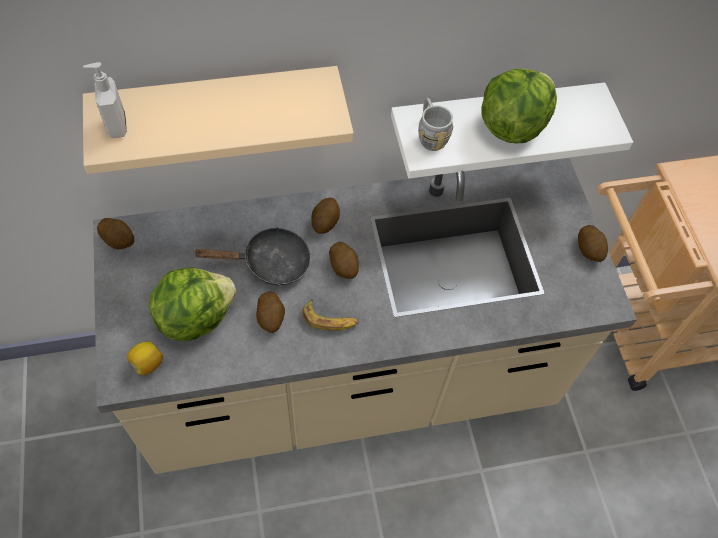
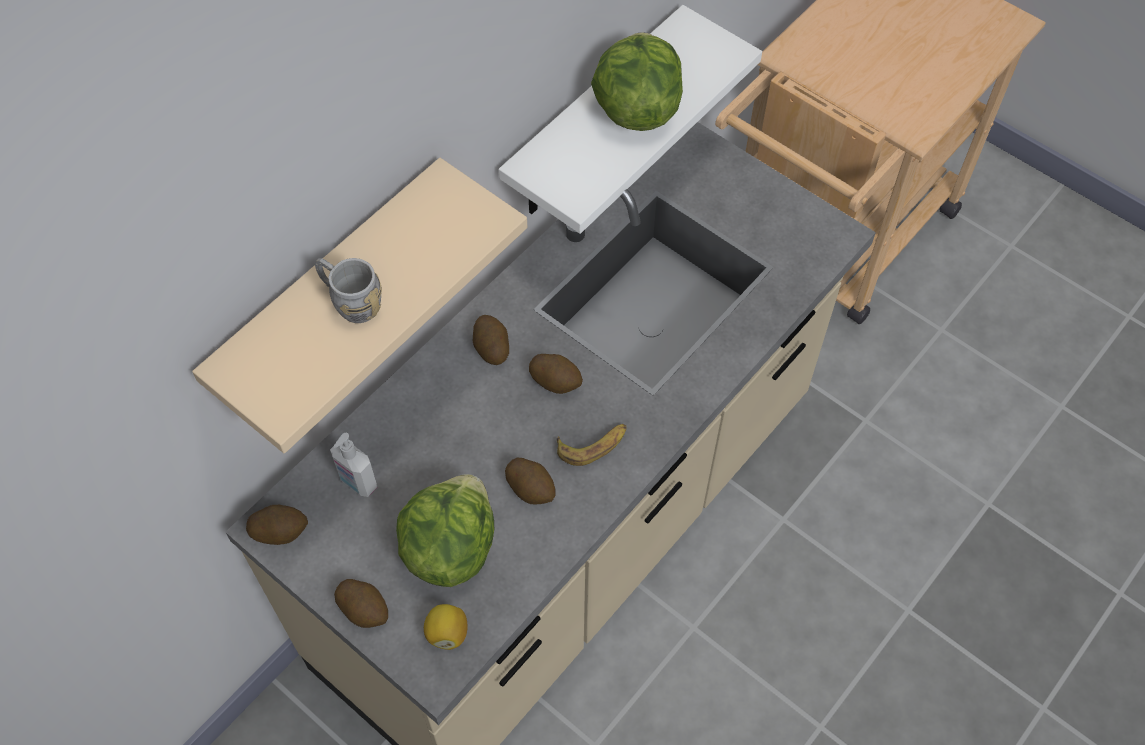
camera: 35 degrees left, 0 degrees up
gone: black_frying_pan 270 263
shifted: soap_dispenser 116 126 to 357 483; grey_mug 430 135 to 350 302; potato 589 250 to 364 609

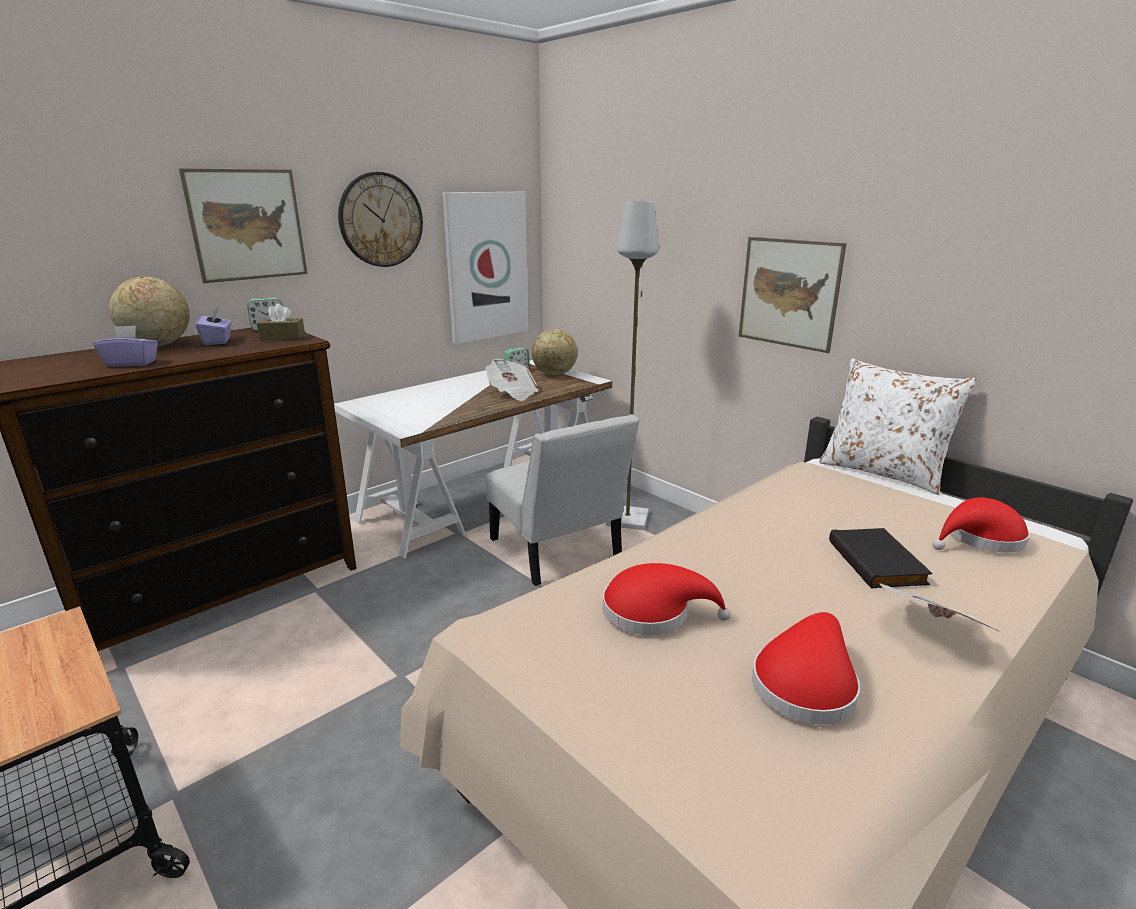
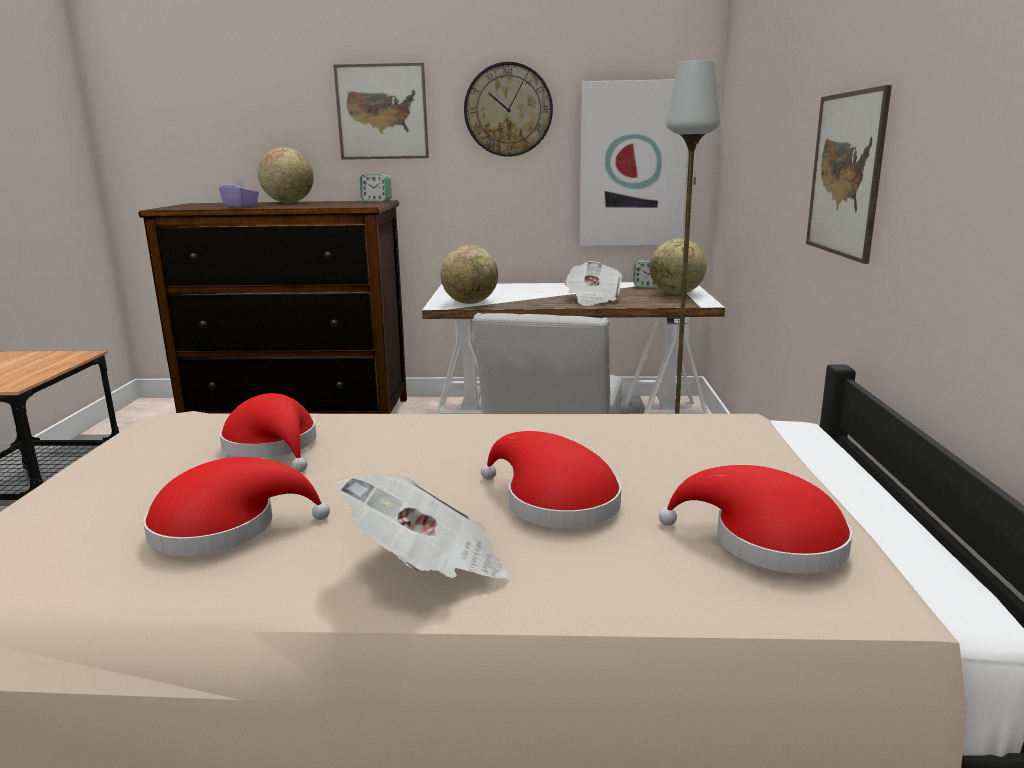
camera: 45 degrees right, 5 degrees down
gone: purple_tissue_box 218 341; brown_tissue_box 282 337; white_pillow 883 472
new: globe 470 303
swapped: black_book 878 562 to red_hat 554 502

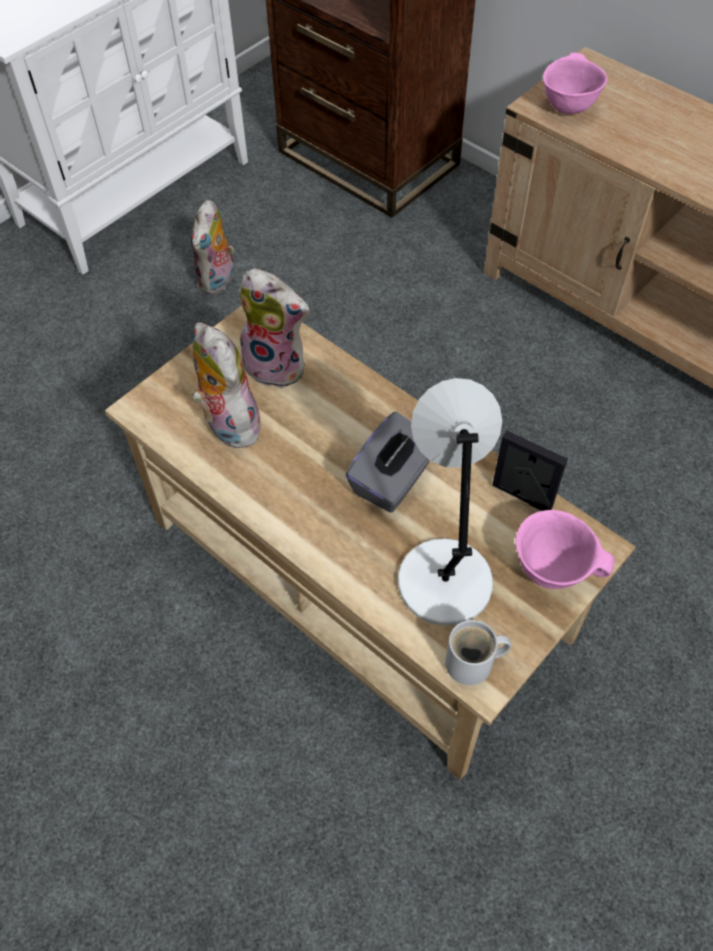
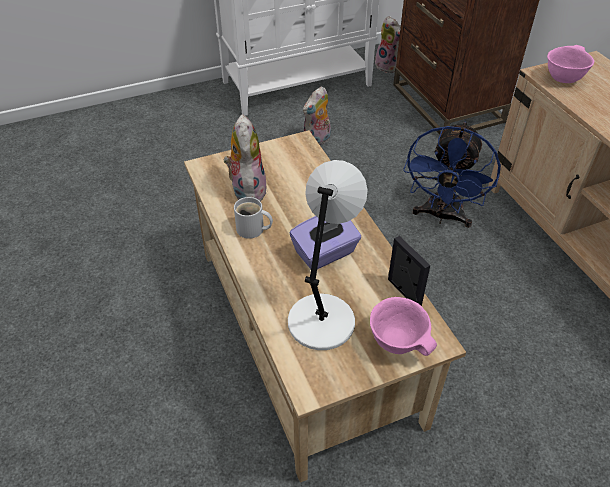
camera: 25 degrees right, 10 degrees down
new: blue_fan 442 216
shifted: plush_toy 278 365 to 388 66; white_mug 473 663 to 252 230
repainted: grey_tissue_box 392 480 to purple_tissue_box 325 253

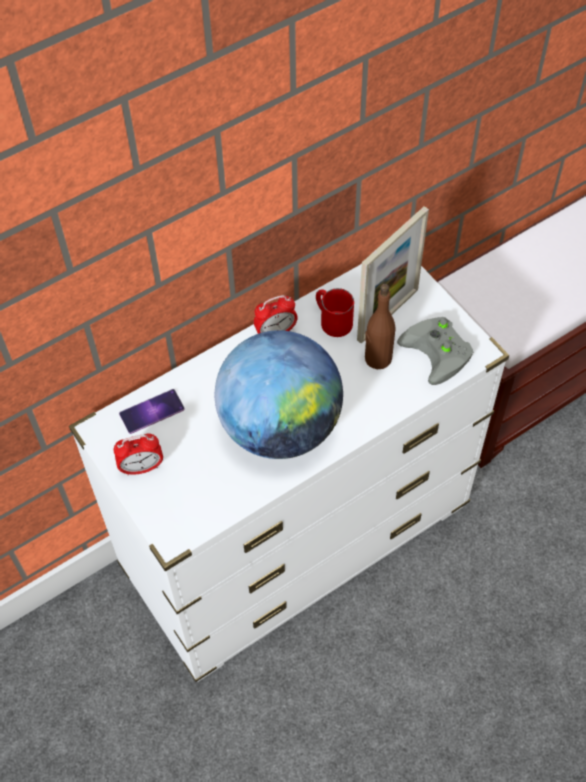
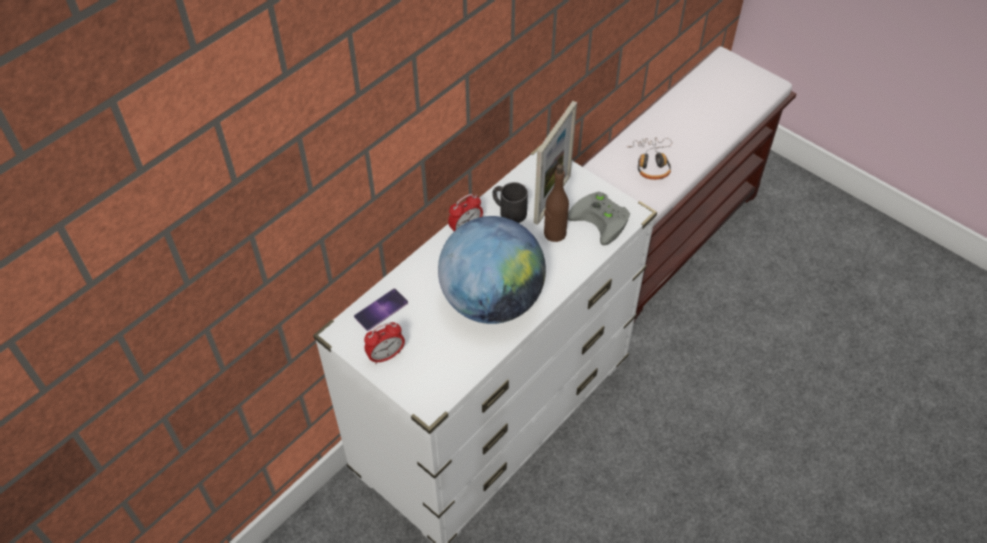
camera: 15 degrees left, 5 degrees down
new: headphones 651 162
repainted: red_mug 332 319 to black_mug 508 211

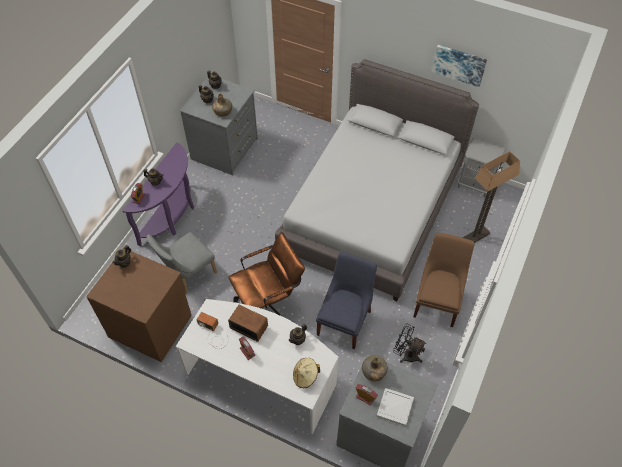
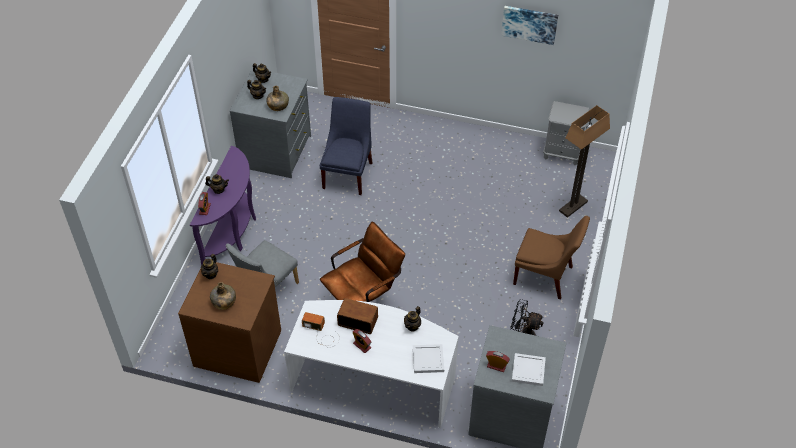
camera: 10 degrees left, 5 degrees down
gone: grey_bed 372 210
shifted: blue_chair 345 320 to 348 173; green_bottle 373 372 to 223 302
swapped: beige_hat 305 376 to white_tray 428 360
rotated: brown_chair 438 300 = 545 277 105 degrees clockwise

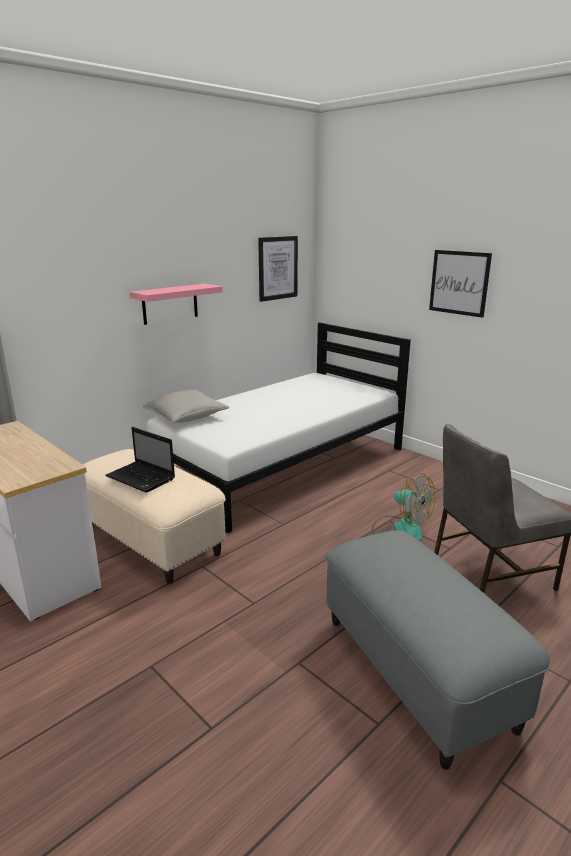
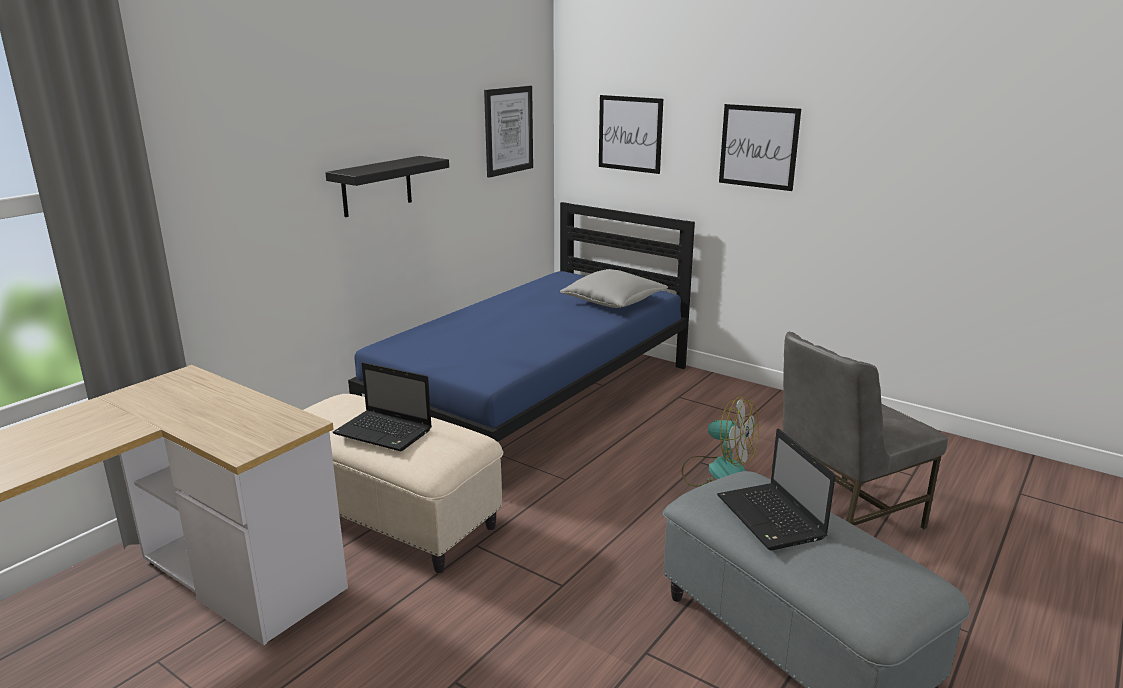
camera: 10 degrees left, 0 degrees up
new: picture 630 134; laptop 772 518
shifted: grey_pillow 186 417 to 614 302
repainted: pink_shelf 170 304 to black_shelf 377 186; white_bed 282 465 to blue_bed 536 400

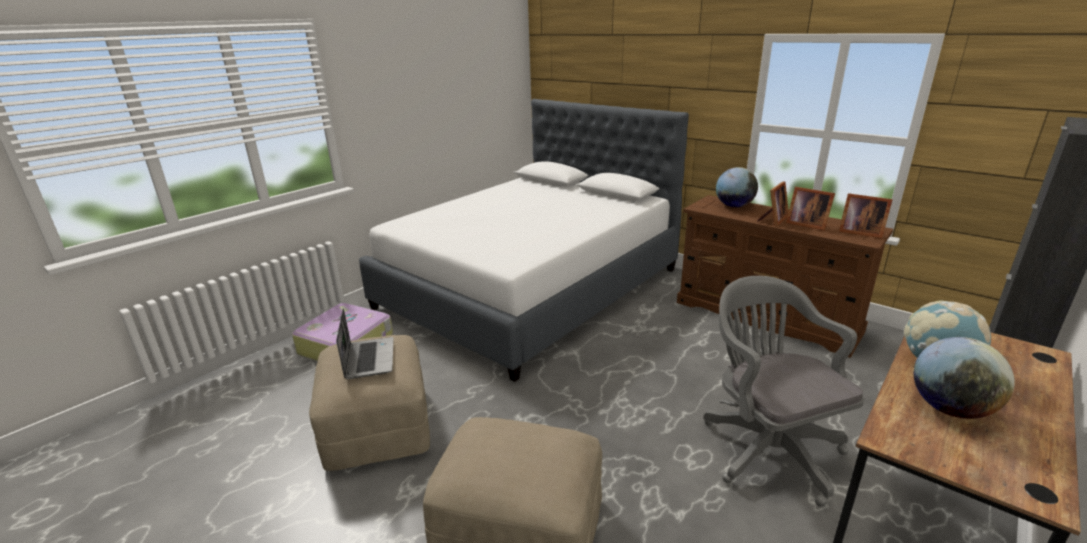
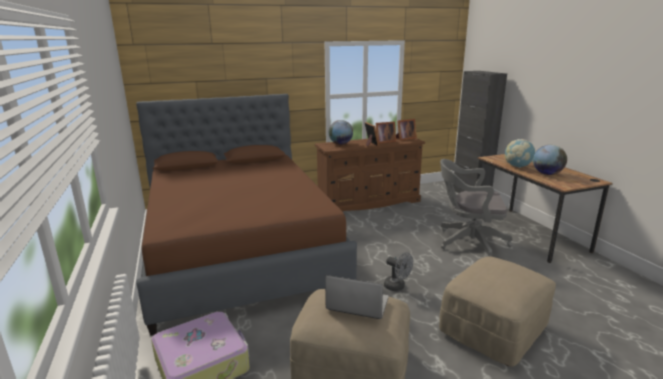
camera: 60 degrees left, 5 degrees down
new: grey_fan 397 287
repainted: white_bed 531 288 to brown_bed 240 250

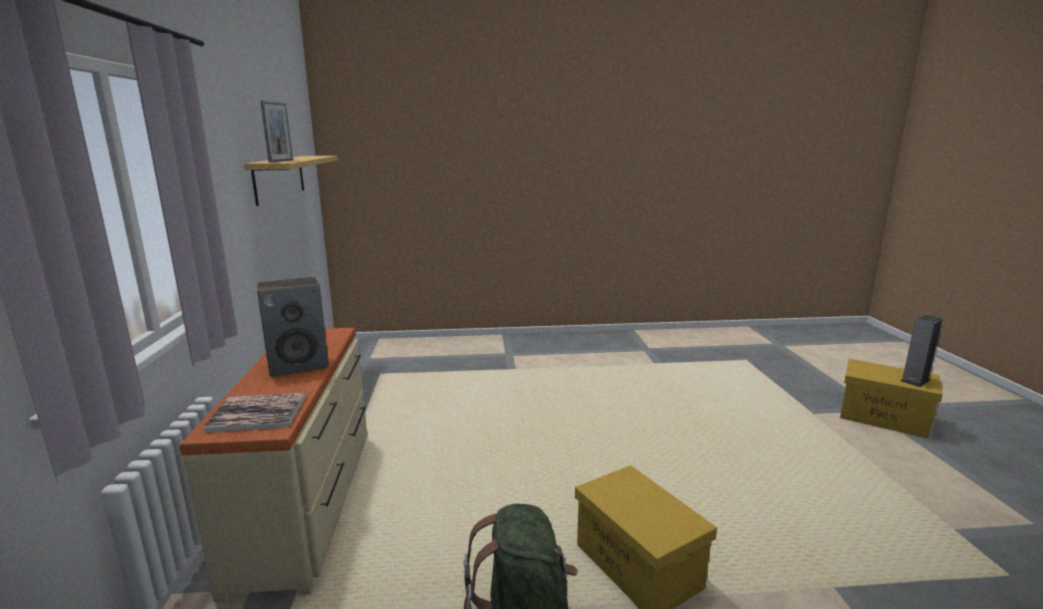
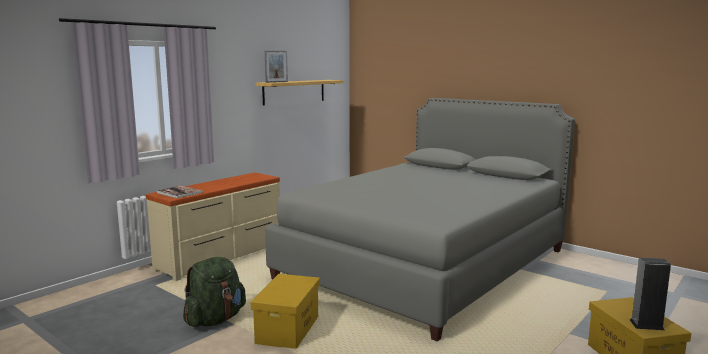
camera: 45 degrees right, 5 degrees down
gone: speaker 299 364
new: grey_bed 425 264

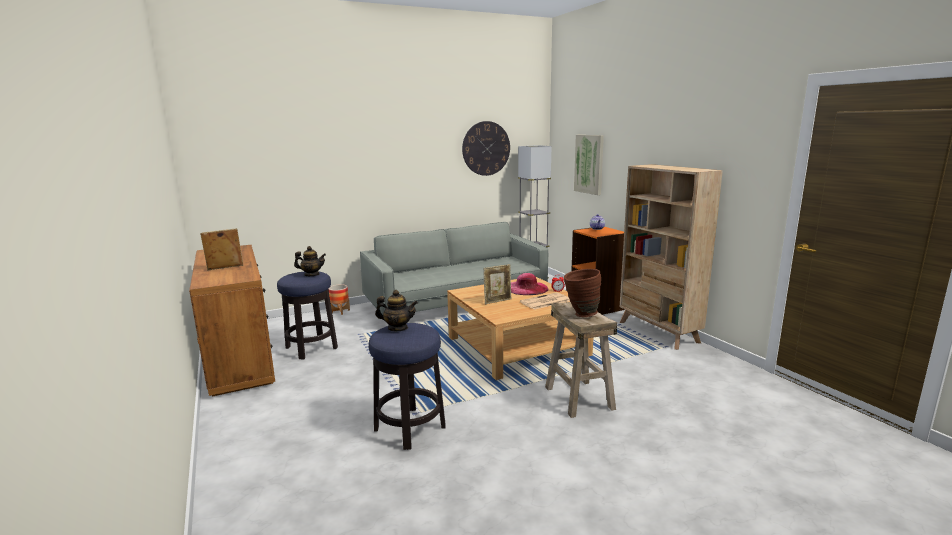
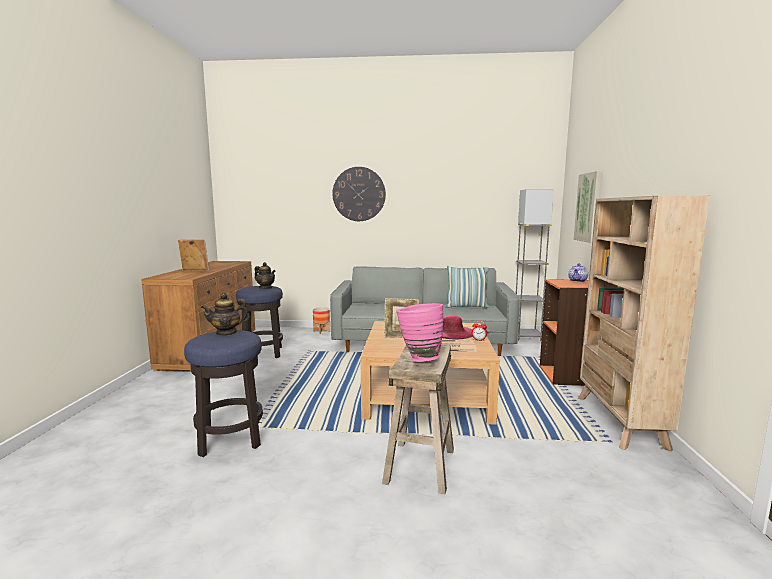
camera: 30 degrees right, 5 degrees down
new: pillow 466 306
shifted: wall_clock 486 148 to 359 194
repainted: brown_vase 580 314 to pink_vase 418 358
rotated: teapot 397 328 = 226 333 120 degrees clockwise

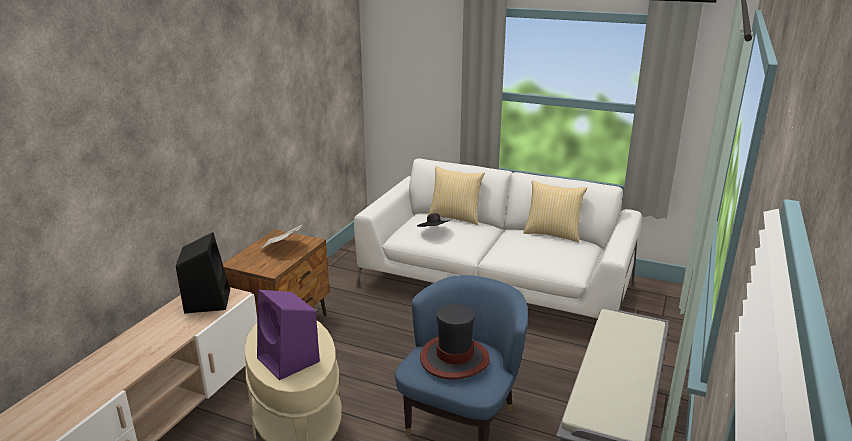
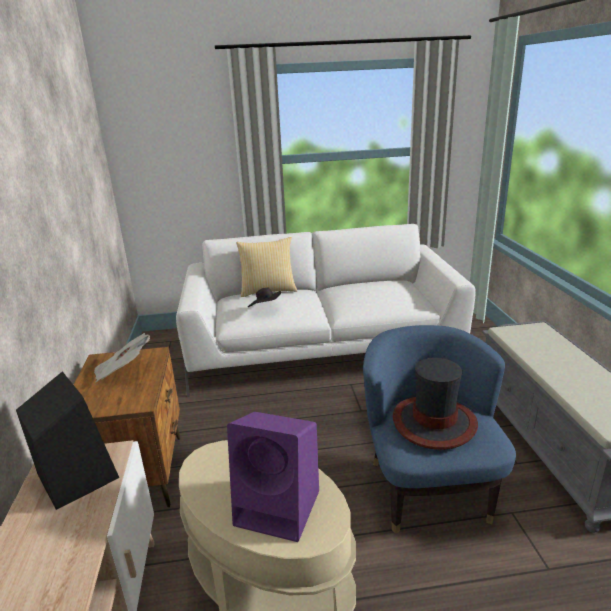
camera: 30 degrees left, 0 degrees up
gone: pillow 552 234

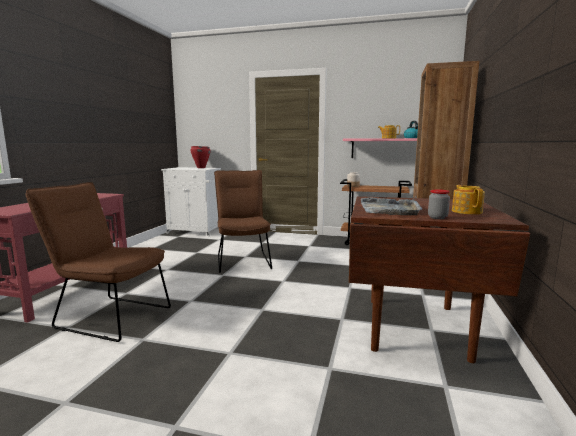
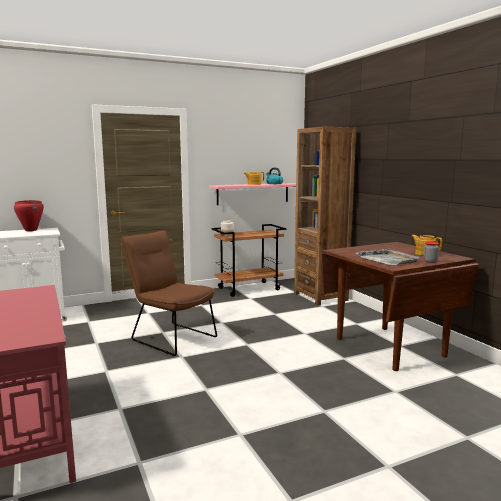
camera: 40 degrees left, 0 degrees up
gone: brown_chair 108 316

